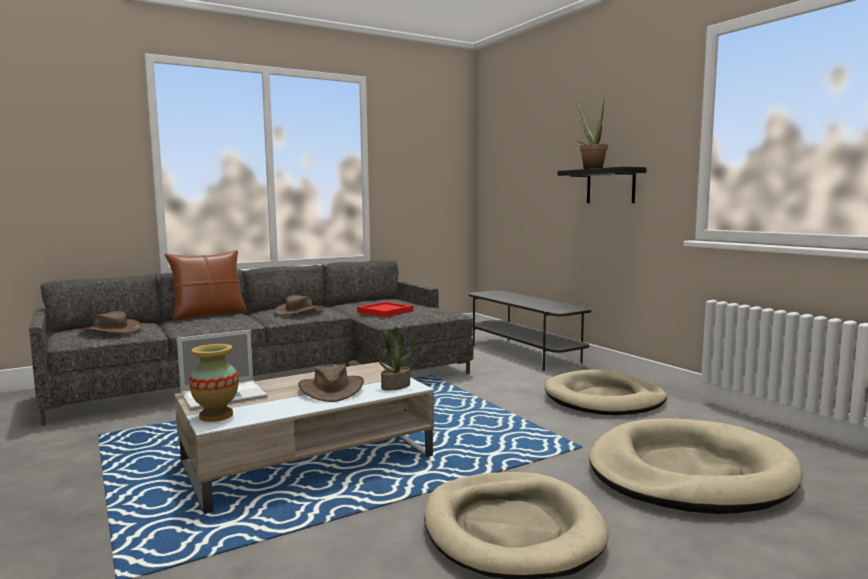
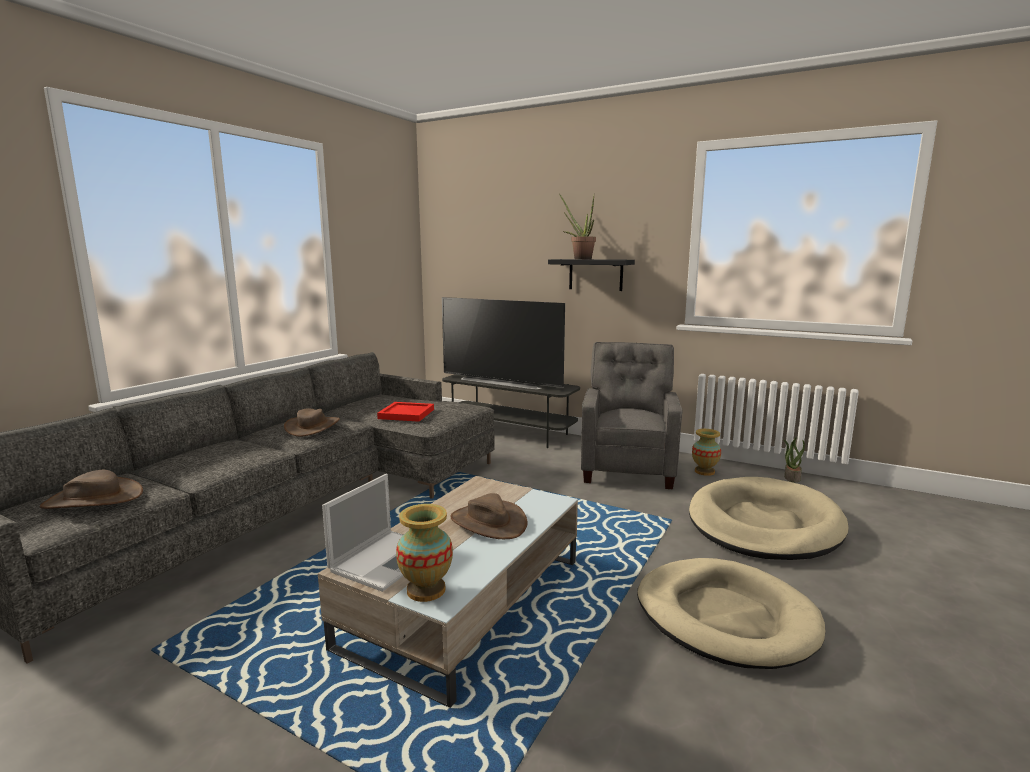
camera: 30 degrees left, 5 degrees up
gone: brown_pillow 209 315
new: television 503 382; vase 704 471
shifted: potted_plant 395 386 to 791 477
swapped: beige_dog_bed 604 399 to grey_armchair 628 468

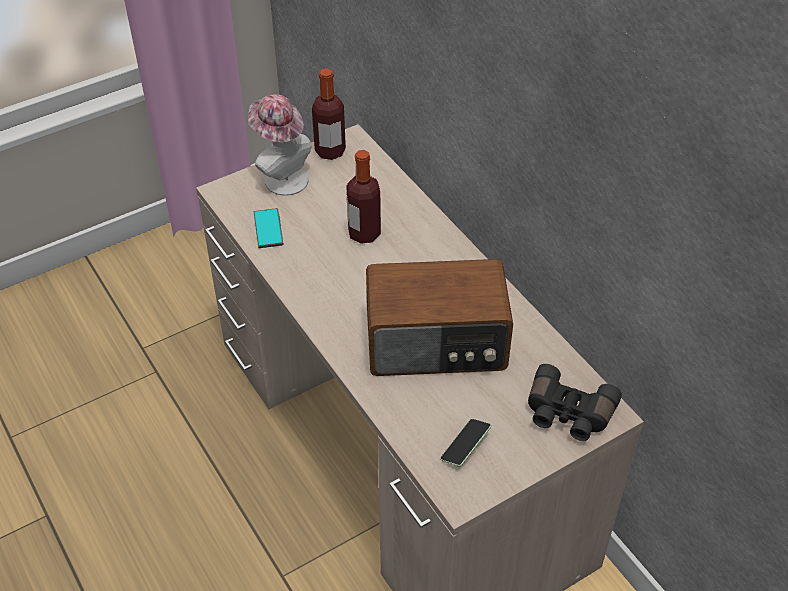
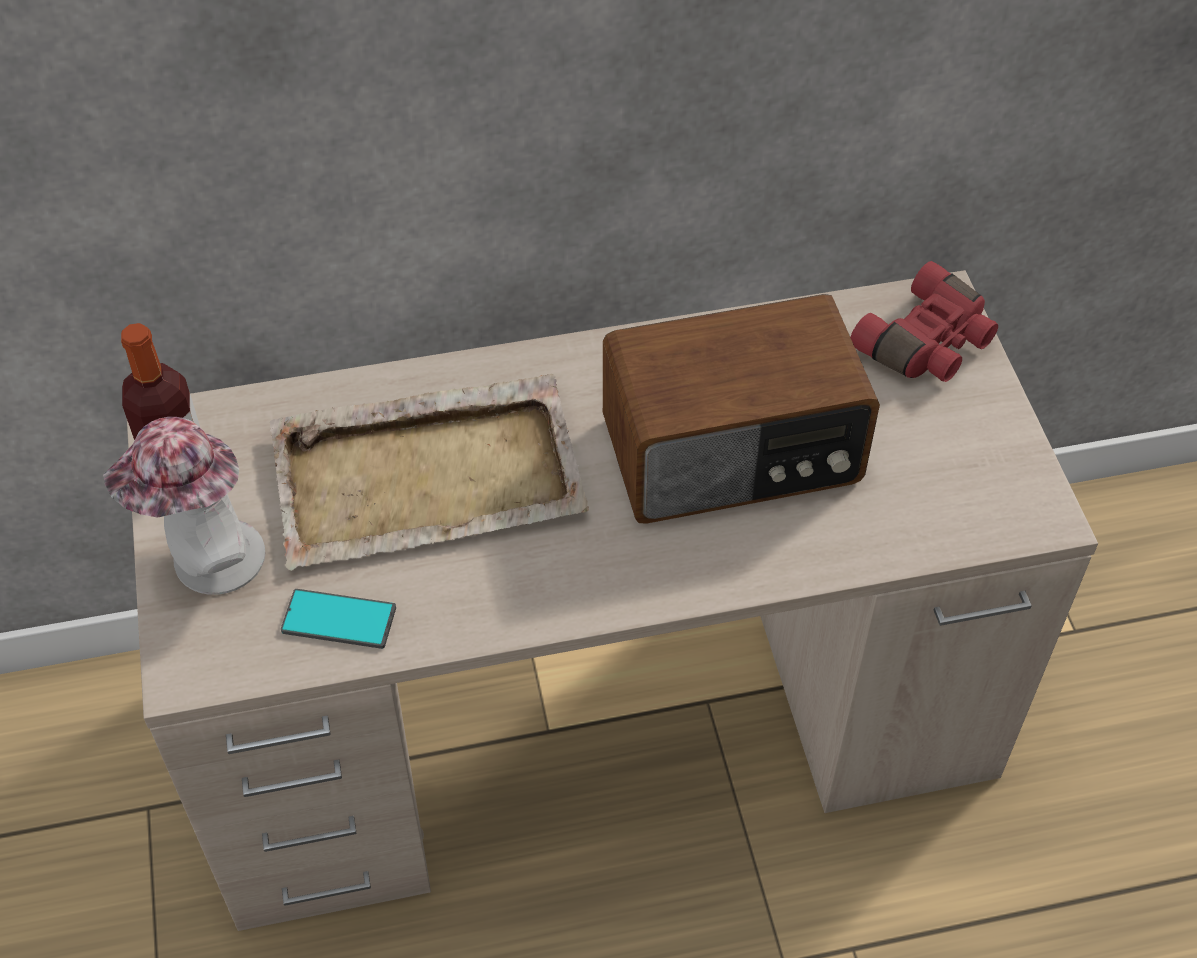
camera: 70 degrees left, 5 degrees up
gone: phone 465 447
swapped: bottle 364 233 to beige_tray 430 476
repainted: black_binoculars 567 414 to red_binoculars 928 344
rotated: radio 437 344 = 734 453 60 degrees clockwise

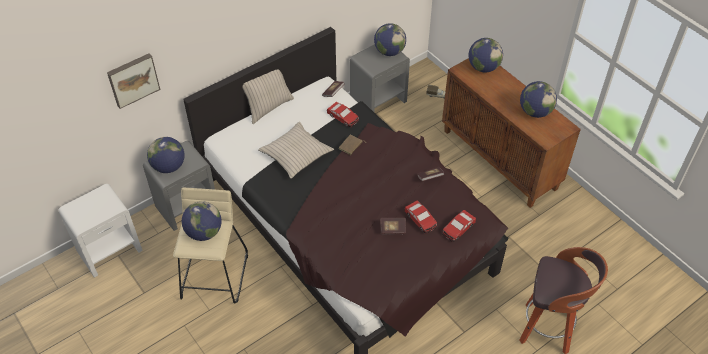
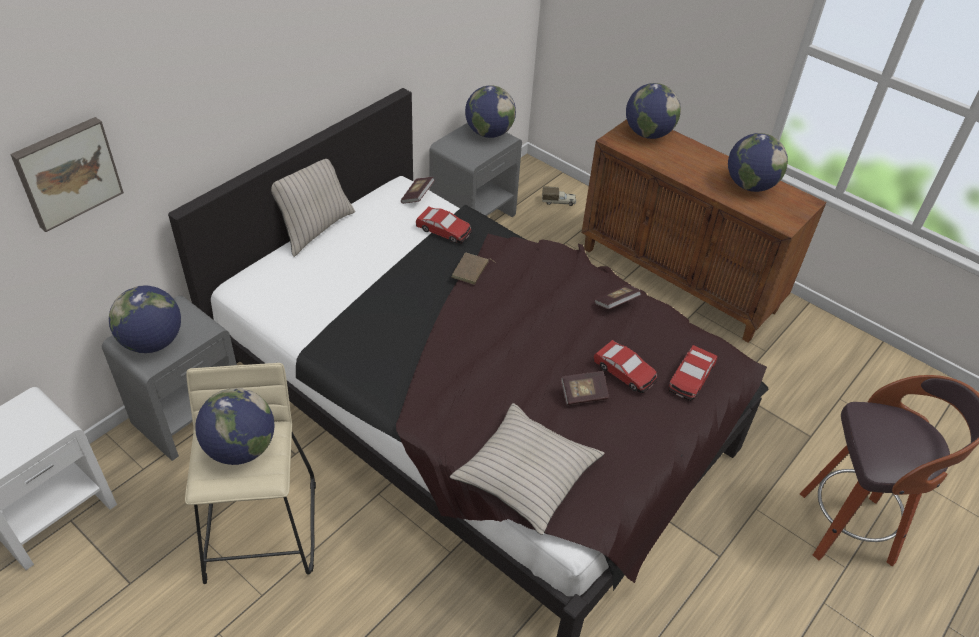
camera: 15 degrees left, 5 degrees down
shifted: beige_pillow 296 154 to 526 474

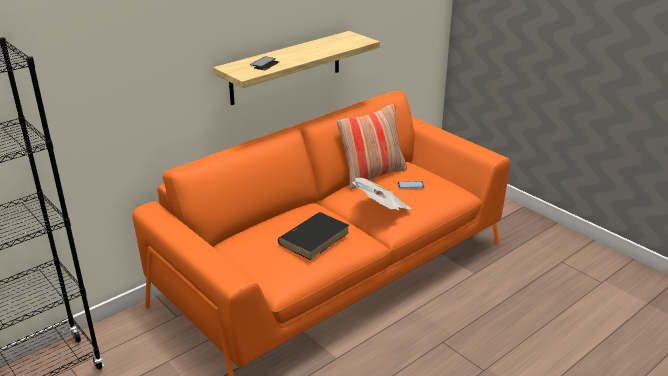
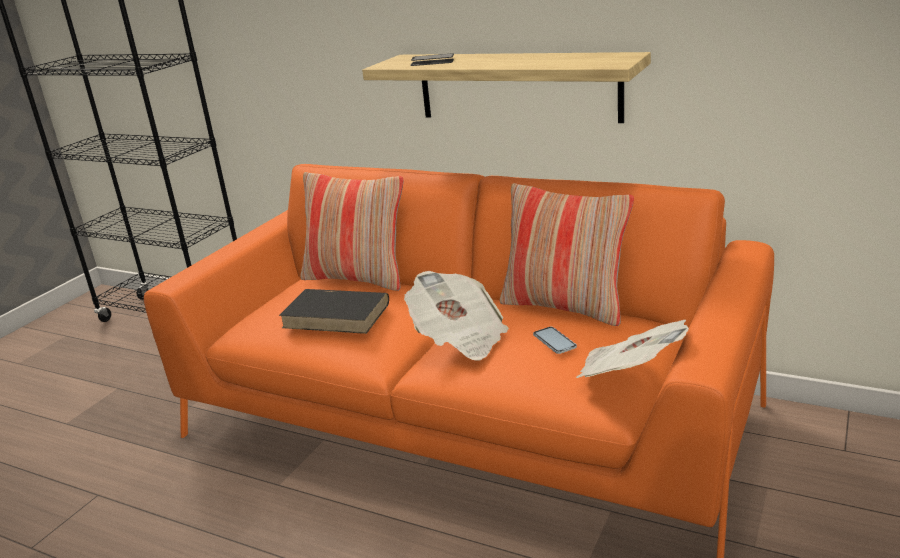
camera: 70 degrees right, 5 degrees down
new: pillow 357 278; newspaper 629 374

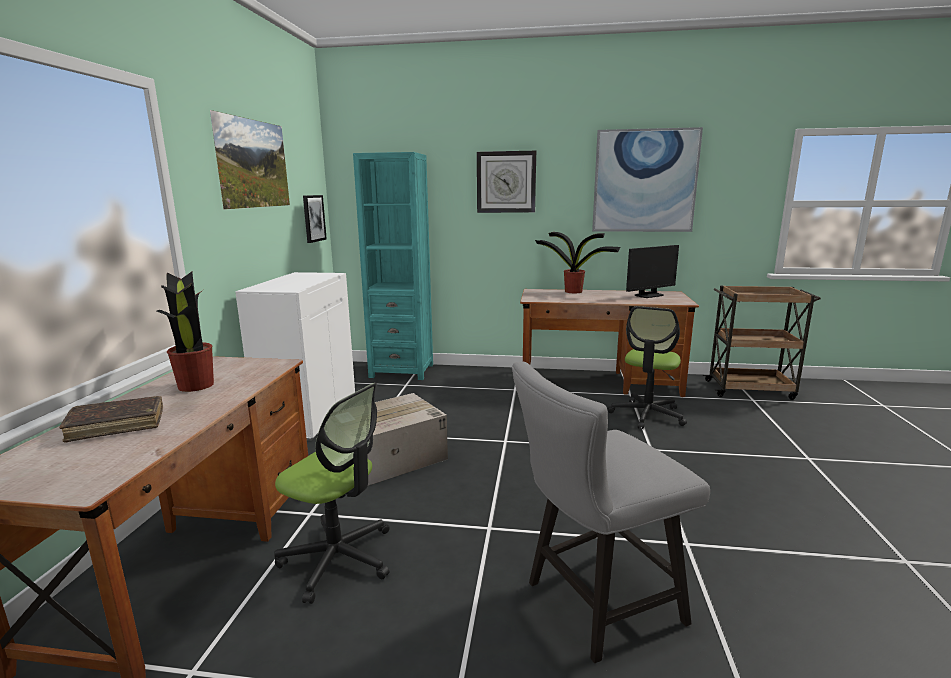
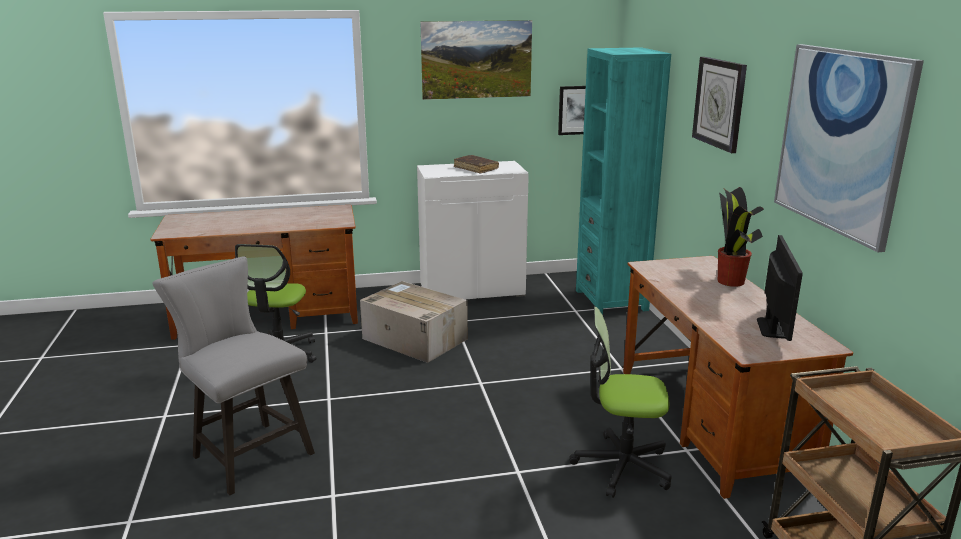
camera: 70 degrees right, 5 degrees up
gone: potted_plant 196 385
shifted: brown_book 117 426 to 476 168
rotated: monitor 649 295 = 773 328 120 degrees counterclockwise

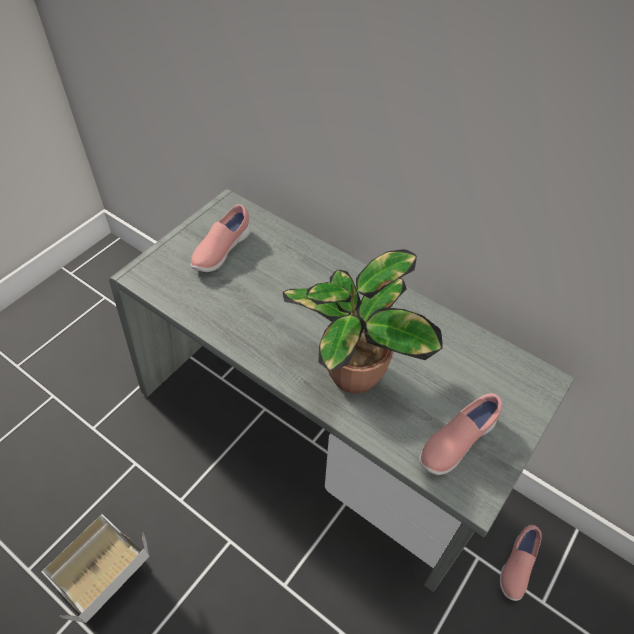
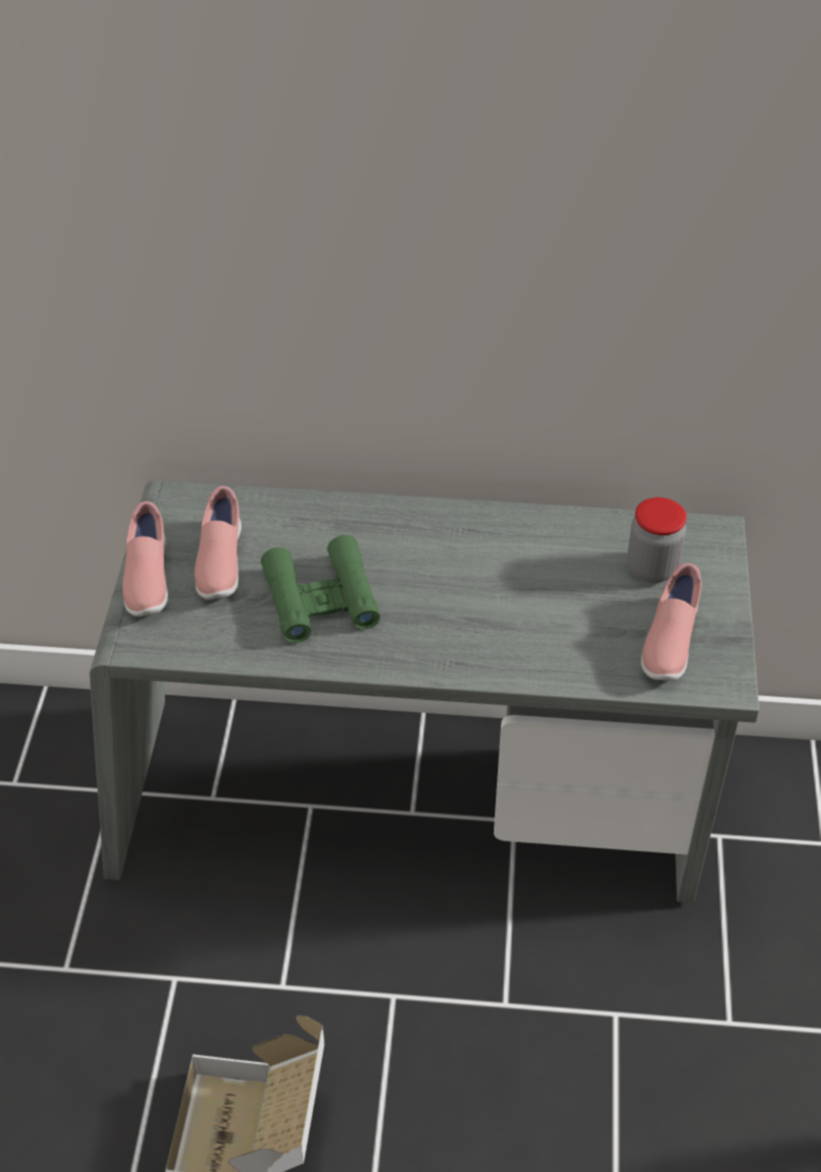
camera: 30 degrees left, 5 degrees down
gone: potted_plant 351 375
new: green_binoculars 321 599; jar 652 568
shifted: pink_shoe 516 566 to 147 579

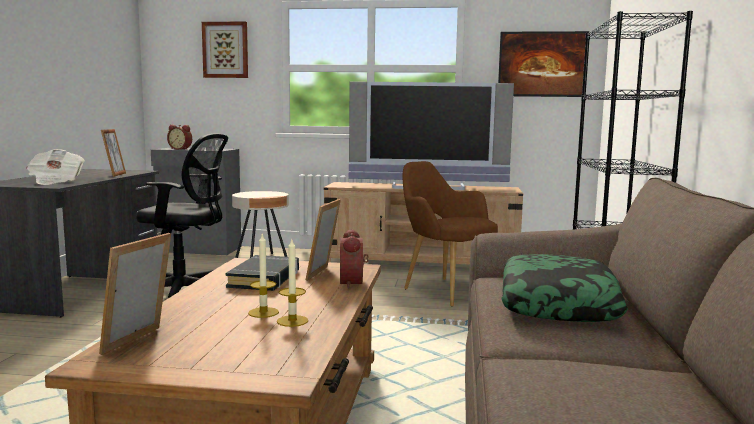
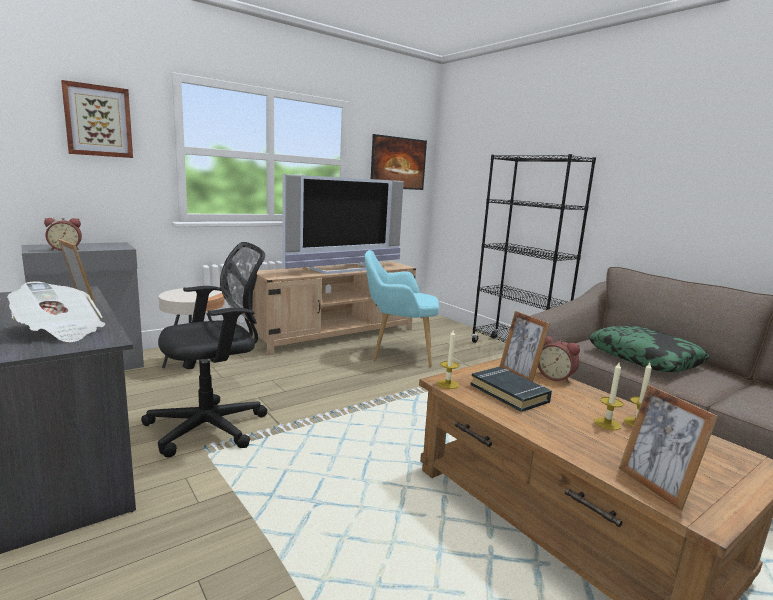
camera: 45 degrees left, 5 degrees up
new: candle 448 384
repainted: brown_armchair 445 290 to turquoise_armchair 398 354

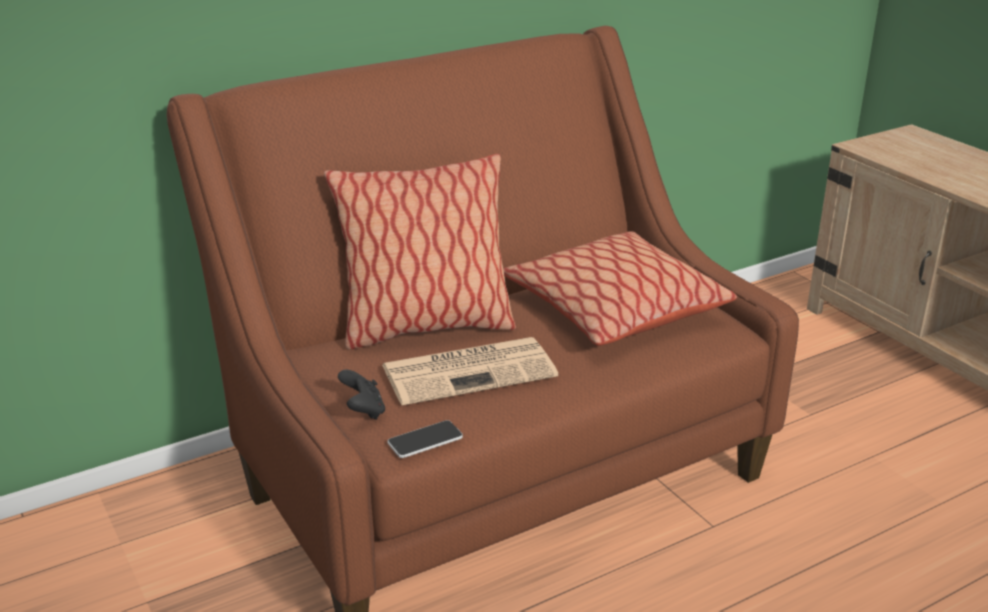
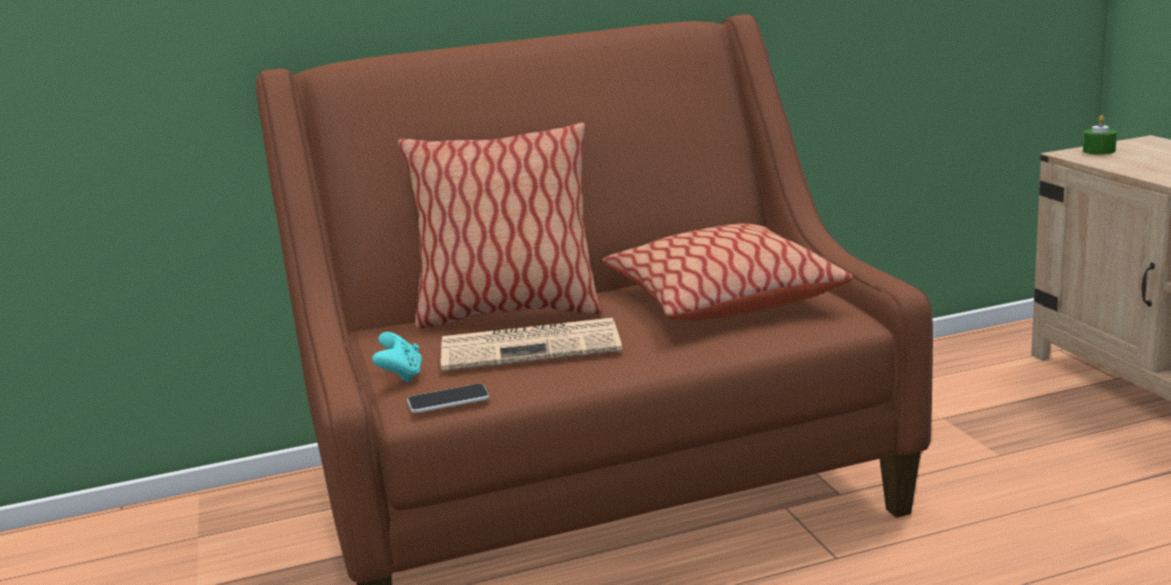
camera: 15 degrees right, 10 degrees down
new: green_candle 1099 151
repainted: black_game_controller 363 411 to turquoise_game_controller 401 376

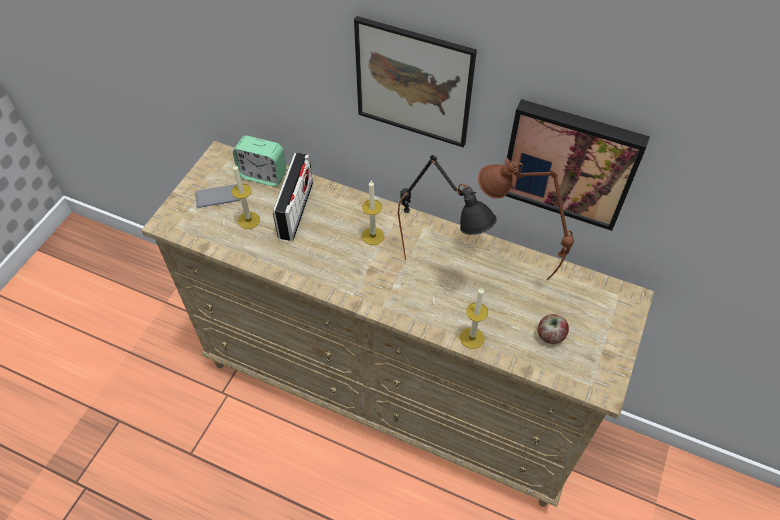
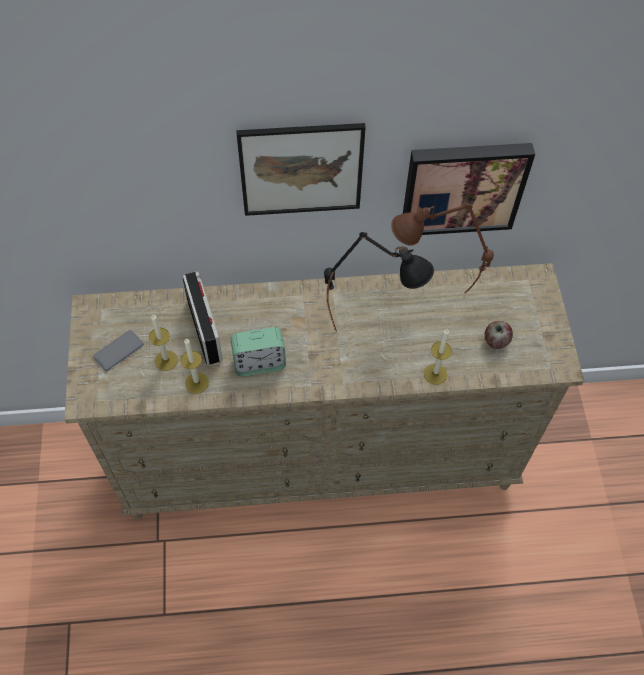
camera: 30 degrees left, 5 degrees up
shifted: alarm_clock 263 175 to 259 363; candle 373 236 to 196 383

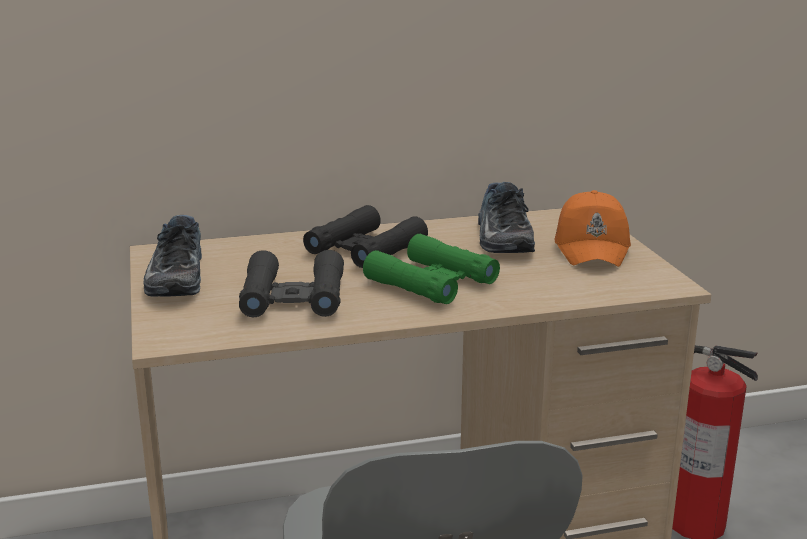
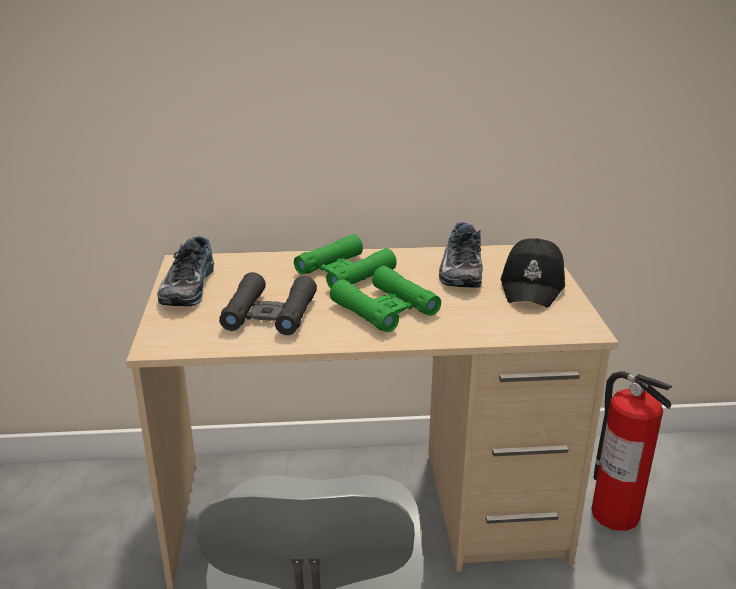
camera: 10 degrees right, 5 degrees up
repainted: black_binoculars 365 249 to green_binoculars 344 272; orange_cap 592 247 to black_cap 533 285

